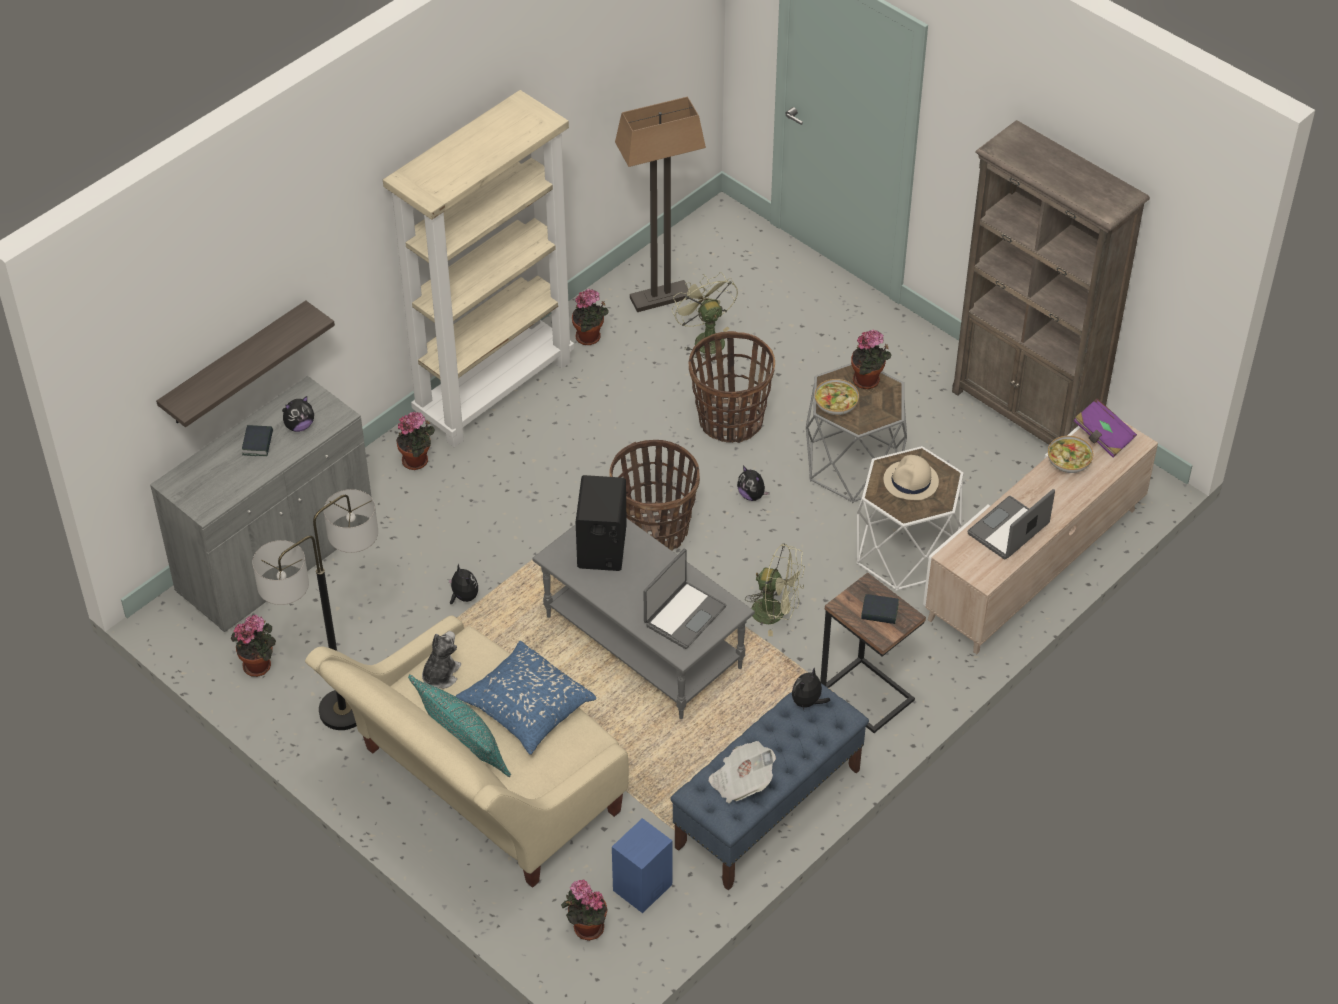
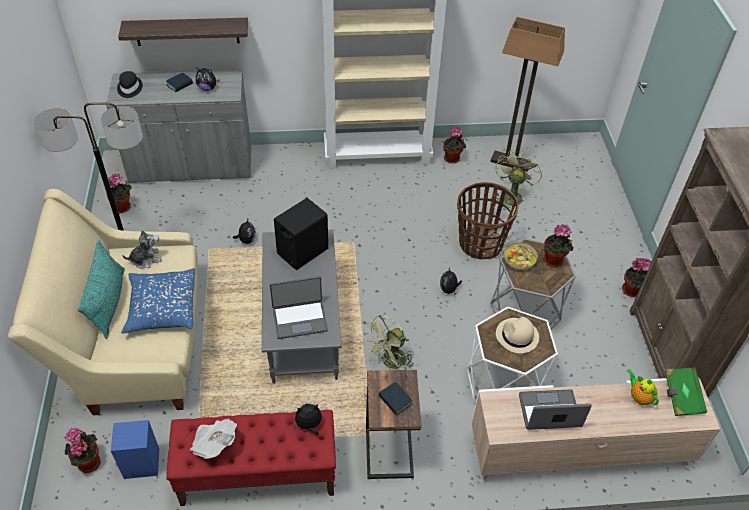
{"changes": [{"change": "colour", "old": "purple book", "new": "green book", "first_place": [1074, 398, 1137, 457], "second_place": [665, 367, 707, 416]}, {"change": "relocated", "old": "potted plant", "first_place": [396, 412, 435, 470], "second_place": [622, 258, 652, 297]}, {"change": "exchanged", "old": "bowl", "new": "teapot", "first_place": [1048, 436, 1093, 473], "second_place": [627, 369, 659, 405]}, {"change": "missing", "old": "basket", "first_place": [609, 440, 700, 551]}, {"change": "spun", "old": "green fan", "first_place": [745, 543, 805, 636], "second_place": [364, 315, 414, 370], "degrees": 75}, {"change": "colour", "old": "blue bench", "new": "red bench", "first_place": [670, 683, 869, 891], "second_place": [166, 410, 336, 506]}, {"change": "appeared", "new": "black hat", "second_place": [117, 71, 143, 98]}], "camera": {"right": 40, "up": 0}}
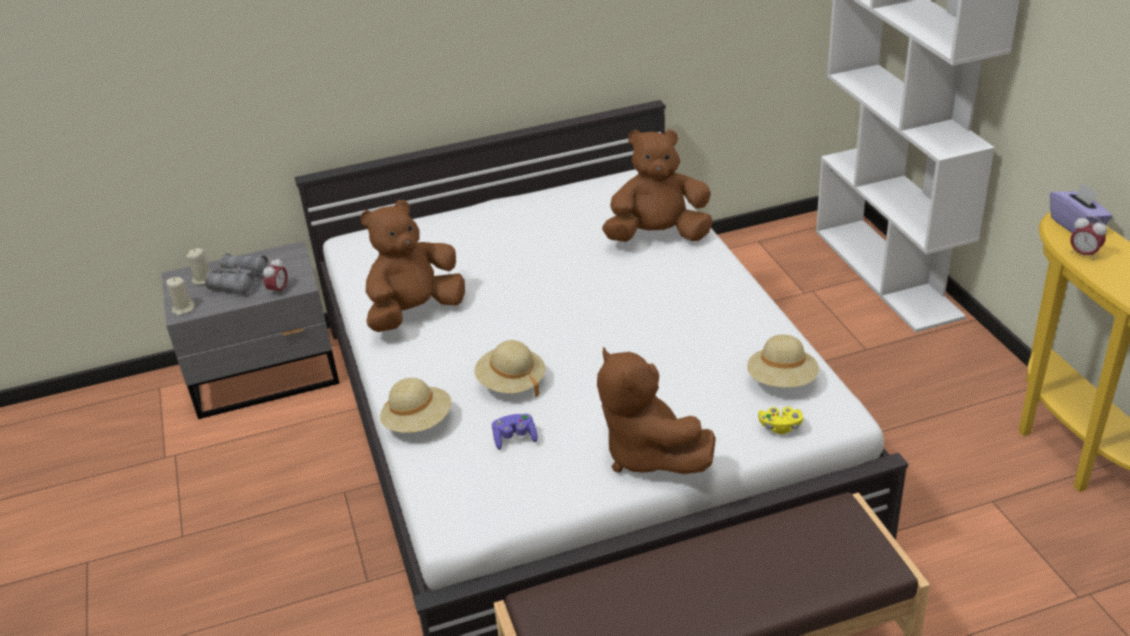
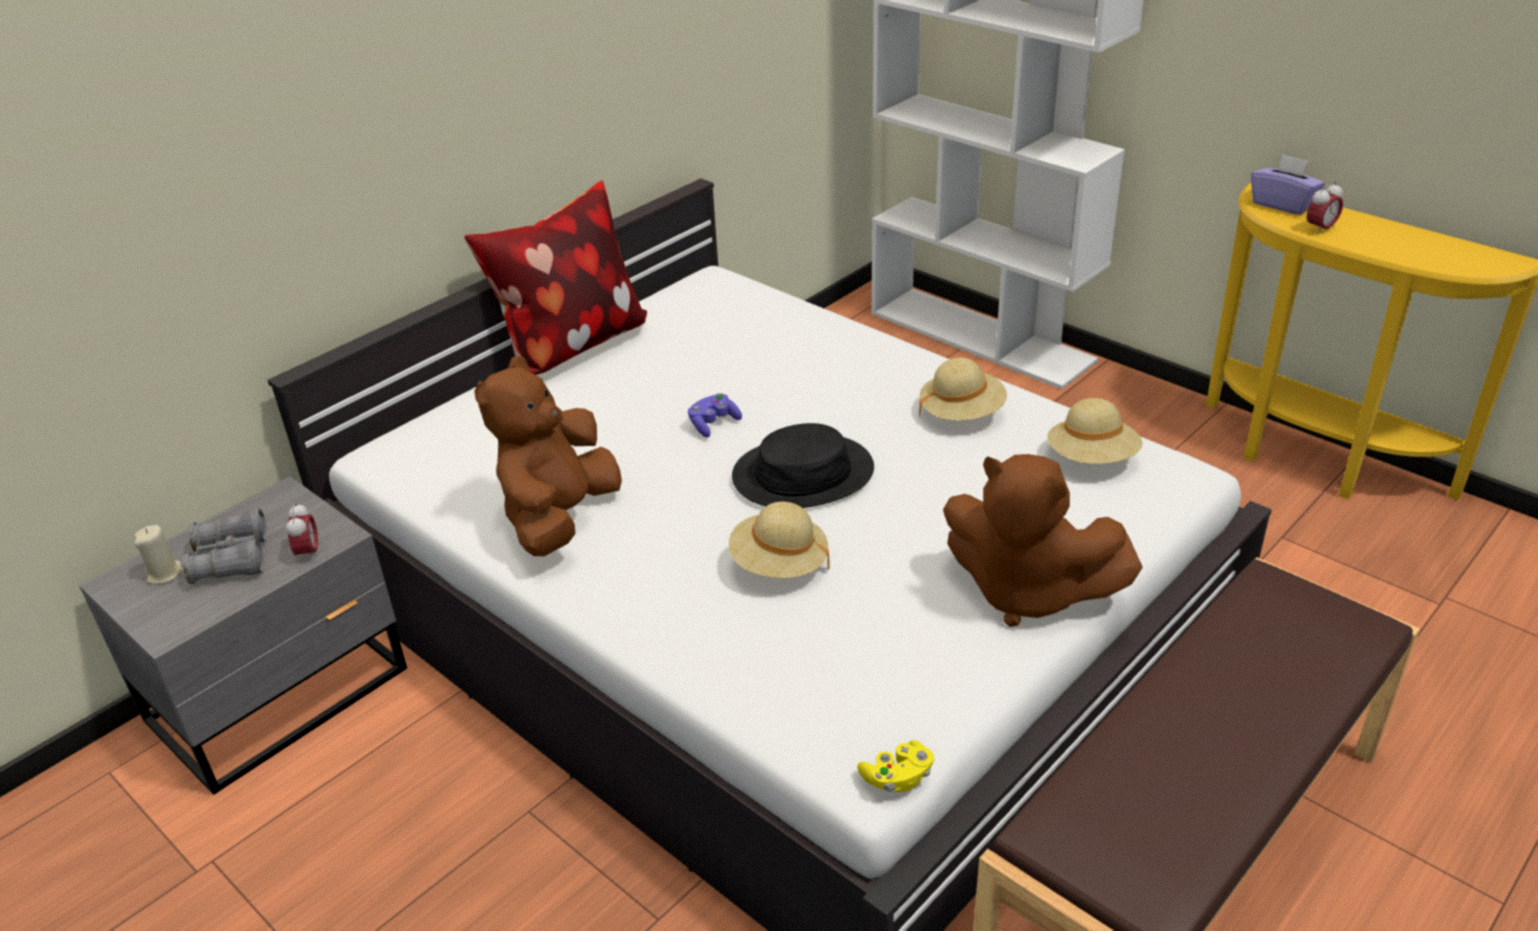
{"changes": [{"change": "missing", "old": "brown plush toy", "first_place": [602, 129, 713, 242]}, {"change": "spun", "old": "alarm clock", "first_place": [1070, 215, 1107, 260], "second_place": [1307, 181, 1343, 235], "degrees": -45}, {"change": "missing", "old": "beige candle", "first_place": [166, 277, 195, 316]}, {"change": "relocated", "old": "beige hat", "first_place": [380, 378, 451, 433], "second_place": [919, 358, 1007, 421]}, {"change": "relocated", "old": "yellow game controller", "first_place": [758, 407, 803, 434], "second_place": [857, 740, 934, 792]}, {"change": "relocated", "old": "purple game controller", "first_place": [492, 414, 538, 450], "second_place": [688, 393, 742, 437]}, {"change": "appeared", "new": "pillow", "second_place": [464, 181, 647, 375]}, {"change": "appeared", "new": "black hat", "second_place": [732, 423, 874, 508]}], "camera": {"right": -30, "up": 0}}
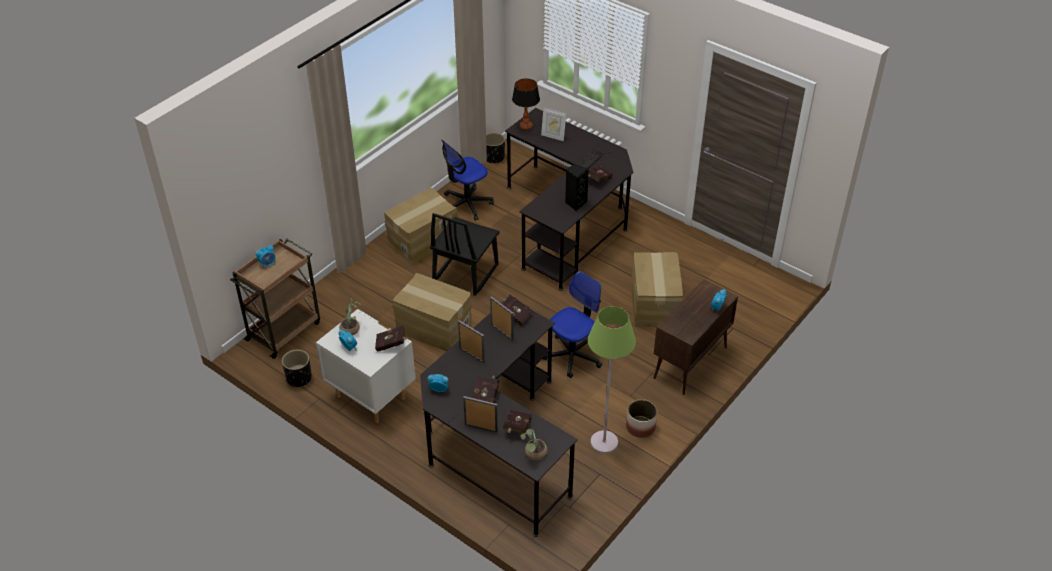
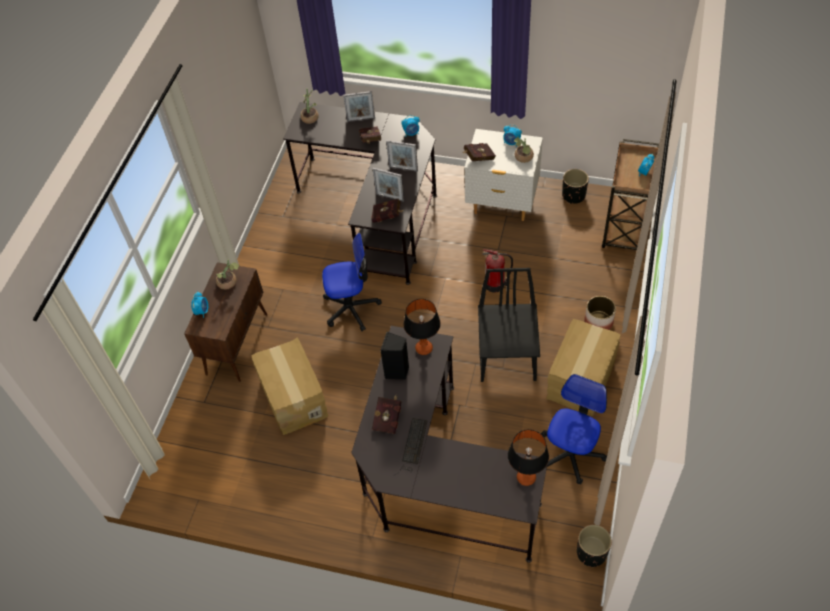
{"changes": [{"change": "missing", "old": "picture frame", "first_place": [541, 108, 566, 141]}, {"change": "spun", "old": "office chair", "first_place": [543, 271, 602, 378], "second_place": [322, 233, 382, 331], "degrees": -120}, {"change": "exchanged", "old": "cardboard box", "new": "fire extinguisher", "first_place": [392, 273, 472, 351], "second_place": [482, 249, 513, 293]}, {"change": "missing", "old": "green floor lamp", "first_place": [588, 306, 636, 454]}, {"change": "relocated", "old": "planter", "first_place": [626, 399, 657, 438], "second_place": [584, 296, 616, 330]}, {"change": "missing", "old": "red book", "first_place": [503, 410, 532, 434]}, {"change": "appeared", "new": "potted plant", "second_place": [216, 259, 240, 290]}, {"change": "appeared", "new": "table lamp", "second_place": [404, 299, 441, 355]}], "camera": {"right": 160, "up": 10}}
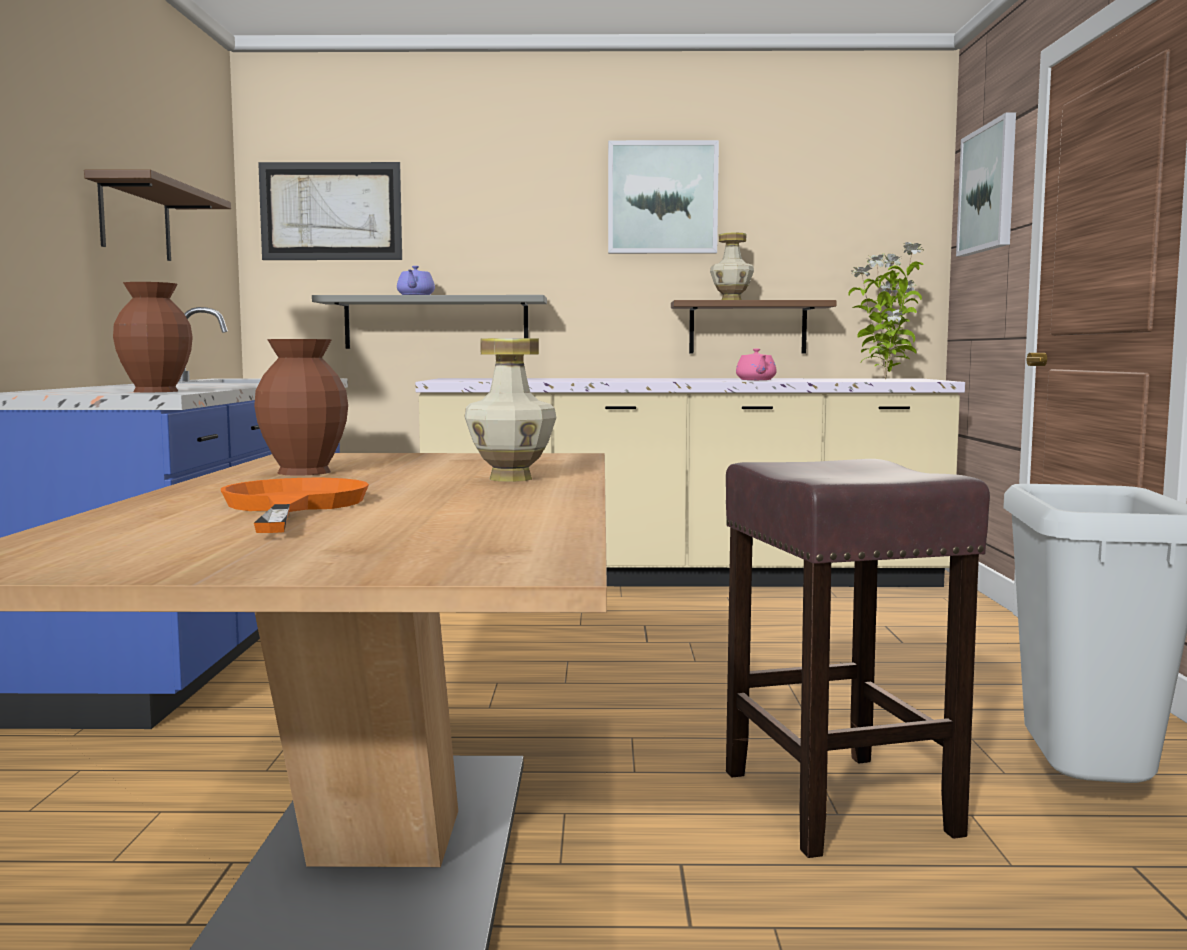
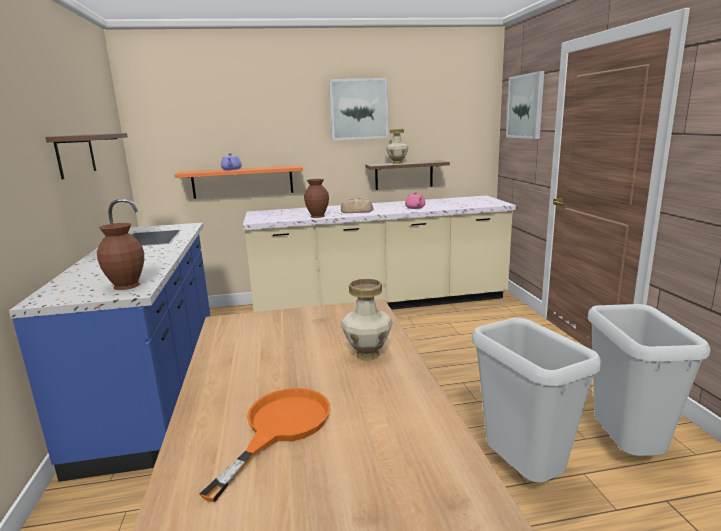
{"changes": [{"change": "missing", "old": "picture", "first_place": [258, 162, 402, 260]}, {"change": "missing", "old": "potted plant", "first_place": [848, 242, 923, 379]}, {"change": "colour", "old": "grey shelf", "new": "orange shelf", "first_place": [312, 295, 547, 349], "second_place": [174, 165, 303, 199]}, {"change": "relocated", "old": "brown vase", "first_place": [254, 339, 348, 476], "second_place": [304, 179, 329, 218]}, {"change": "exchanged", "old": "brown stool", "new": "grey trash can", "first_place": [726, 459, 990, 858], "second_place": [472, 318, 602, 483]}, {"change": "spun", "old": "orange frying pan", "first_place": [221, 478, 369, 533], "second_place": [199, 388, 330, 502], "degrees": 45}, {"change": "appeared", "new": "bread", "second_place": [341, 197, 373, 213]}], "camera": {"right": -10, "up": 10}}
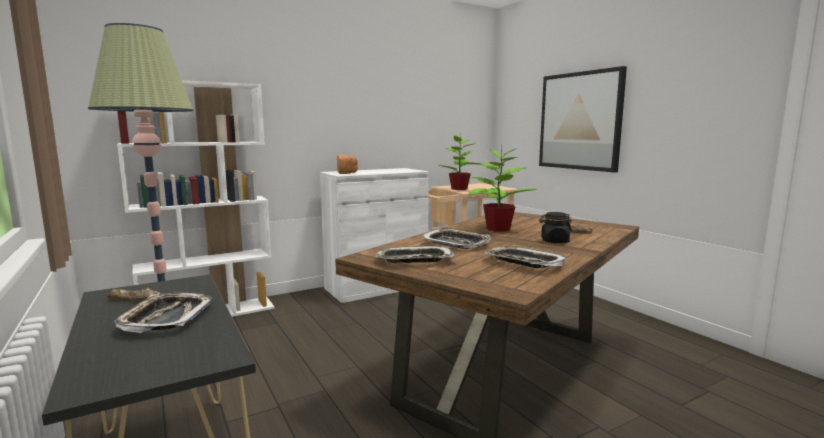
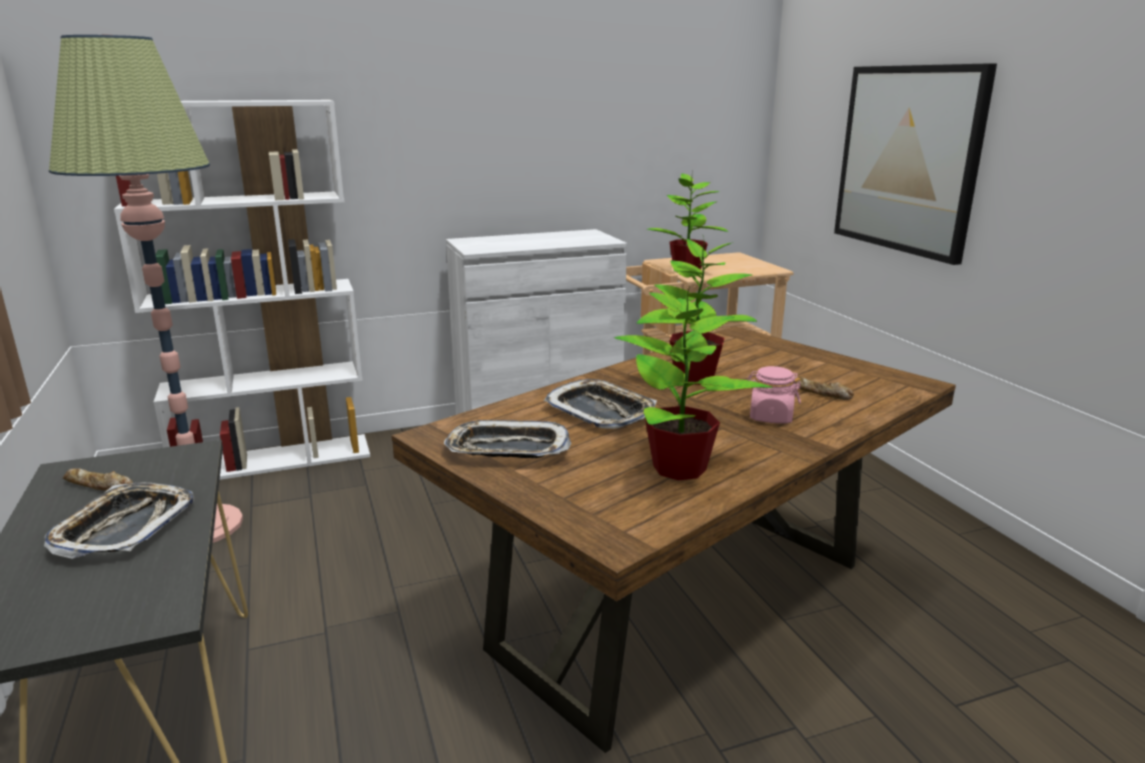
{"changes": [{"change": "missing", "old": "bread", "first_place": [337, 155, 358, 174]}, {"change": "colour", "old": "black jar", "new": "pink jar", "first_place": [539, 212, 572, 243], "second_place": [747, 366, 801, 423]}, {"change": "exchanged", "old": "tray", "new": "potted plant", "first_place": [485, 246, 566, 268], "second_place": [614, 287, 773, 480]}], "camera": {"right": 10, "up": 10}}
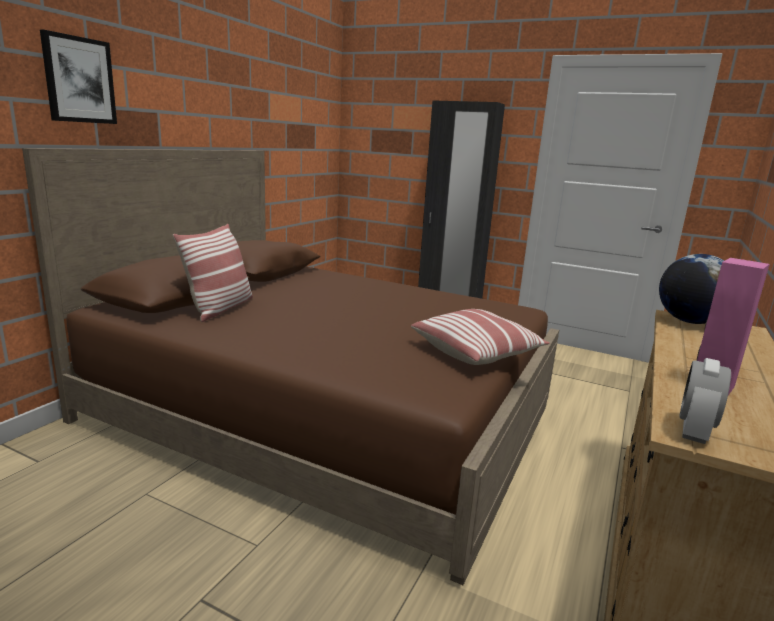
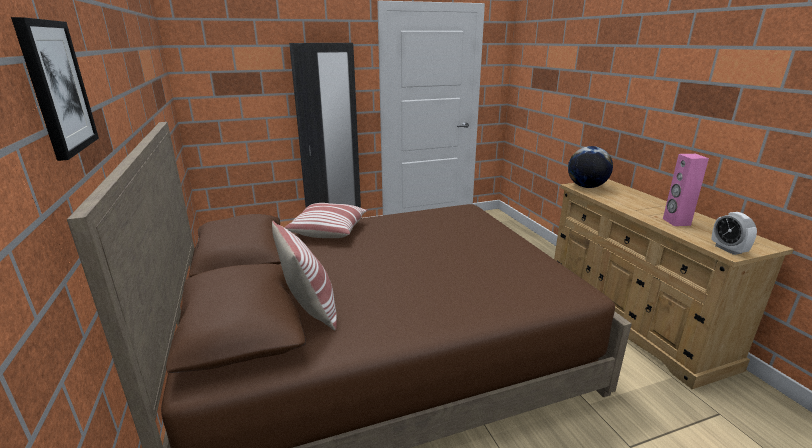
{"changes": [{"change": "relocated", "old": "pillow", "first_place": [411, 309, 550, 365], "second_place": [284, 203, 368, 238]}], "camera": {"right": -45, "up": 5}}
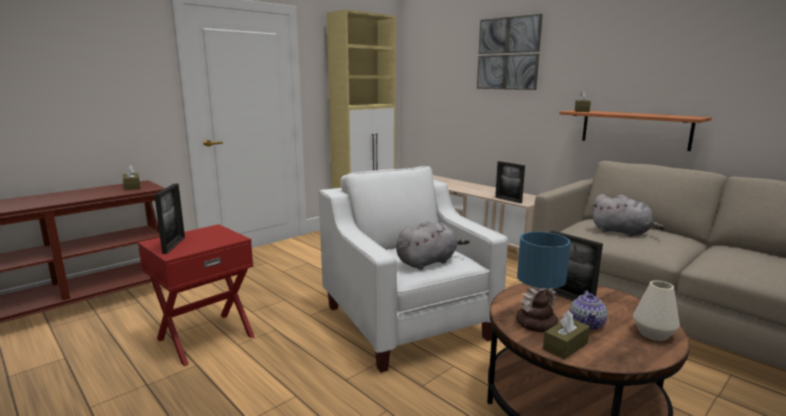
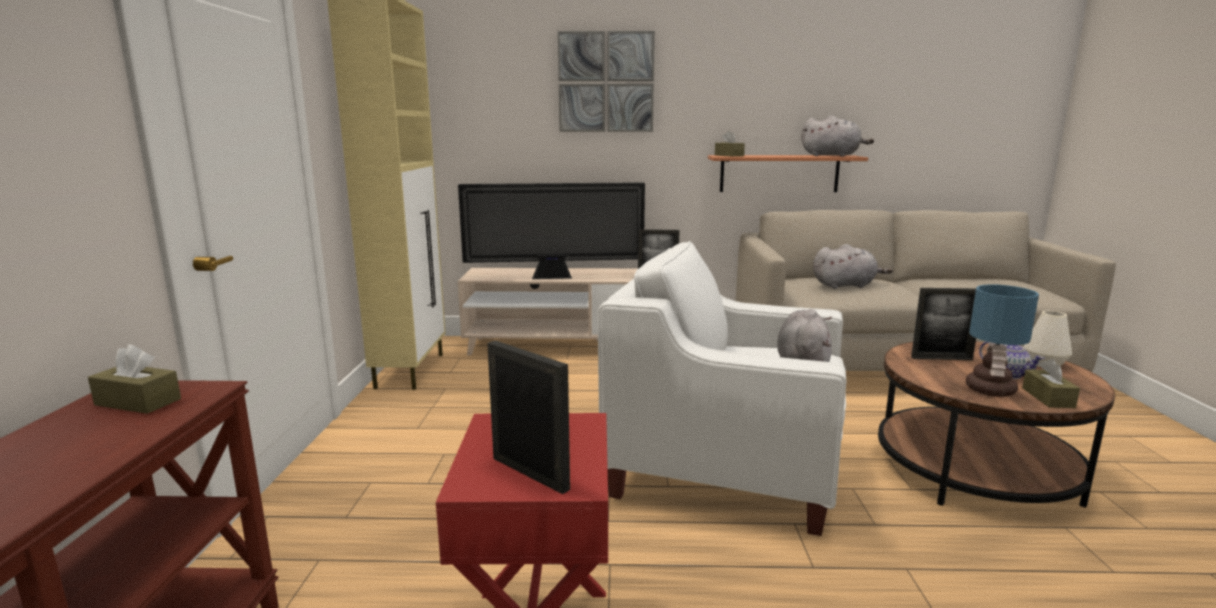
{"changes": [{"change": "appeared", "new": "grey plush toy", "second_place": [801, 115, 874, 156]}, {"change": "appeared", "new": "television", "second_place": [458, 182, 645, 279]}], "camera": {"right": -45, "up": 0}}
